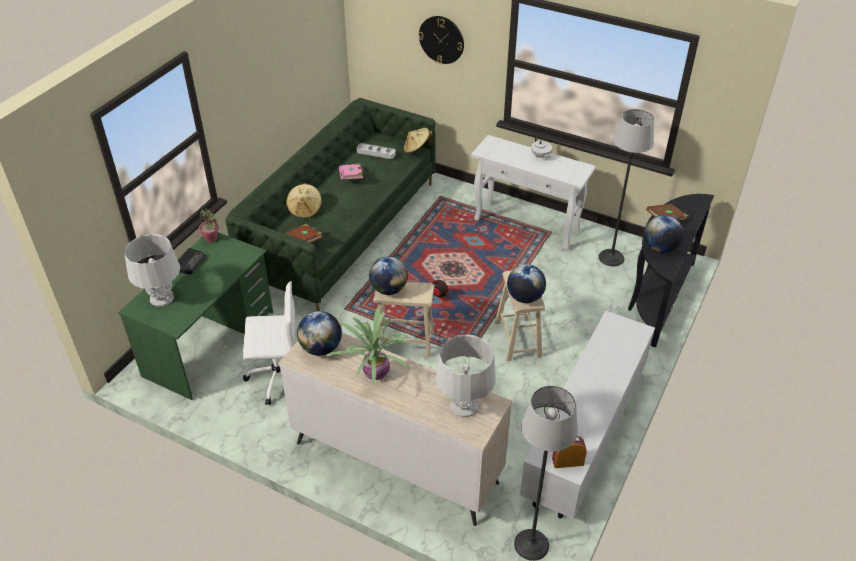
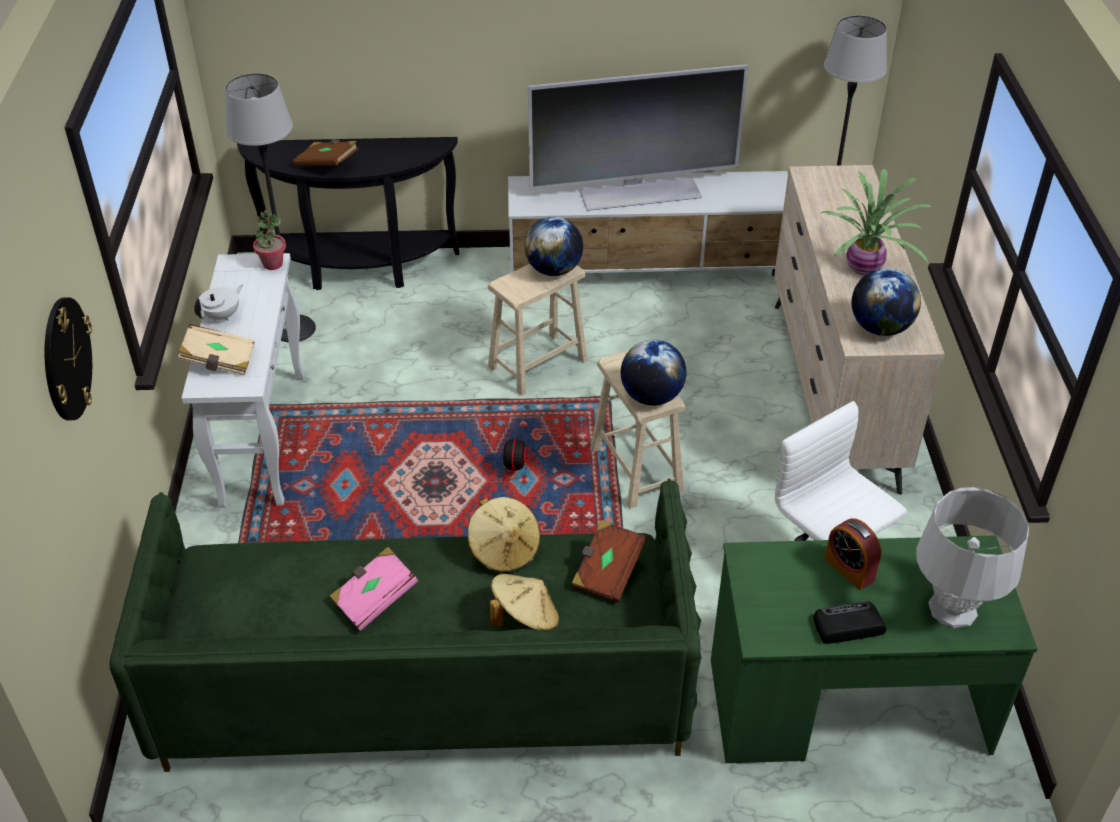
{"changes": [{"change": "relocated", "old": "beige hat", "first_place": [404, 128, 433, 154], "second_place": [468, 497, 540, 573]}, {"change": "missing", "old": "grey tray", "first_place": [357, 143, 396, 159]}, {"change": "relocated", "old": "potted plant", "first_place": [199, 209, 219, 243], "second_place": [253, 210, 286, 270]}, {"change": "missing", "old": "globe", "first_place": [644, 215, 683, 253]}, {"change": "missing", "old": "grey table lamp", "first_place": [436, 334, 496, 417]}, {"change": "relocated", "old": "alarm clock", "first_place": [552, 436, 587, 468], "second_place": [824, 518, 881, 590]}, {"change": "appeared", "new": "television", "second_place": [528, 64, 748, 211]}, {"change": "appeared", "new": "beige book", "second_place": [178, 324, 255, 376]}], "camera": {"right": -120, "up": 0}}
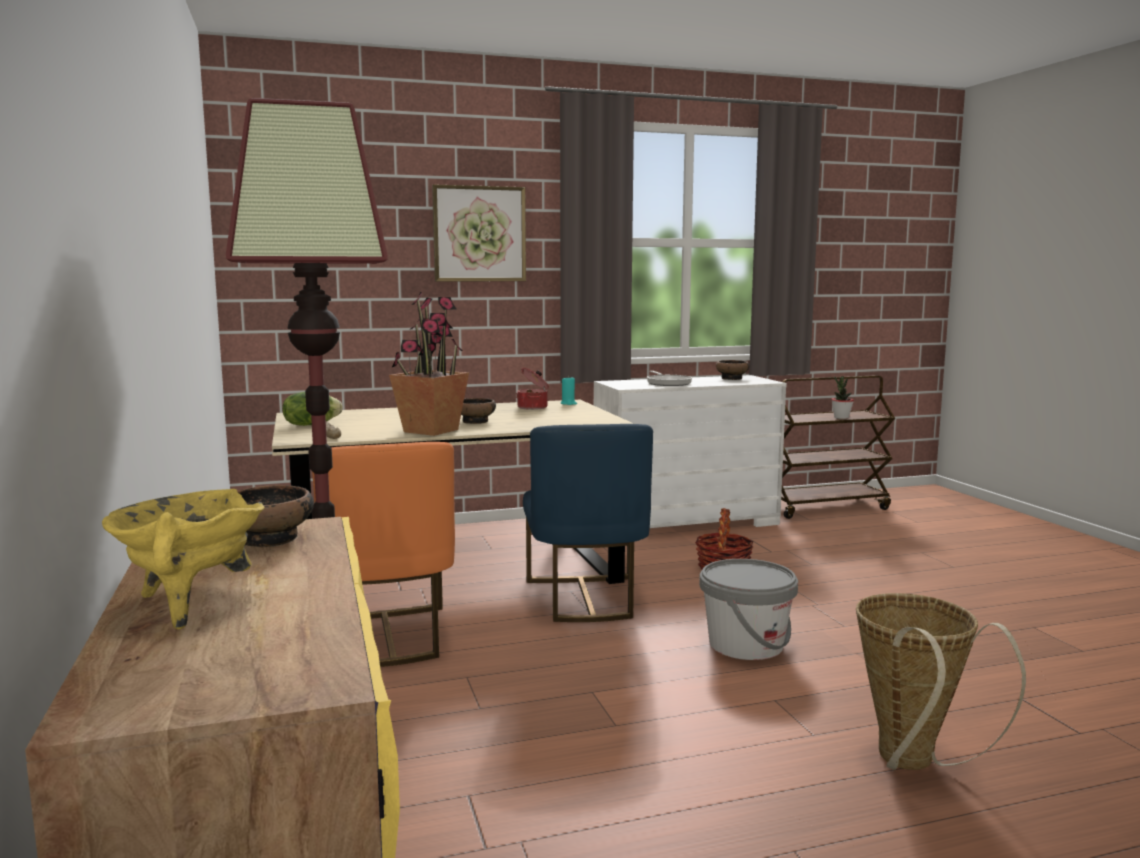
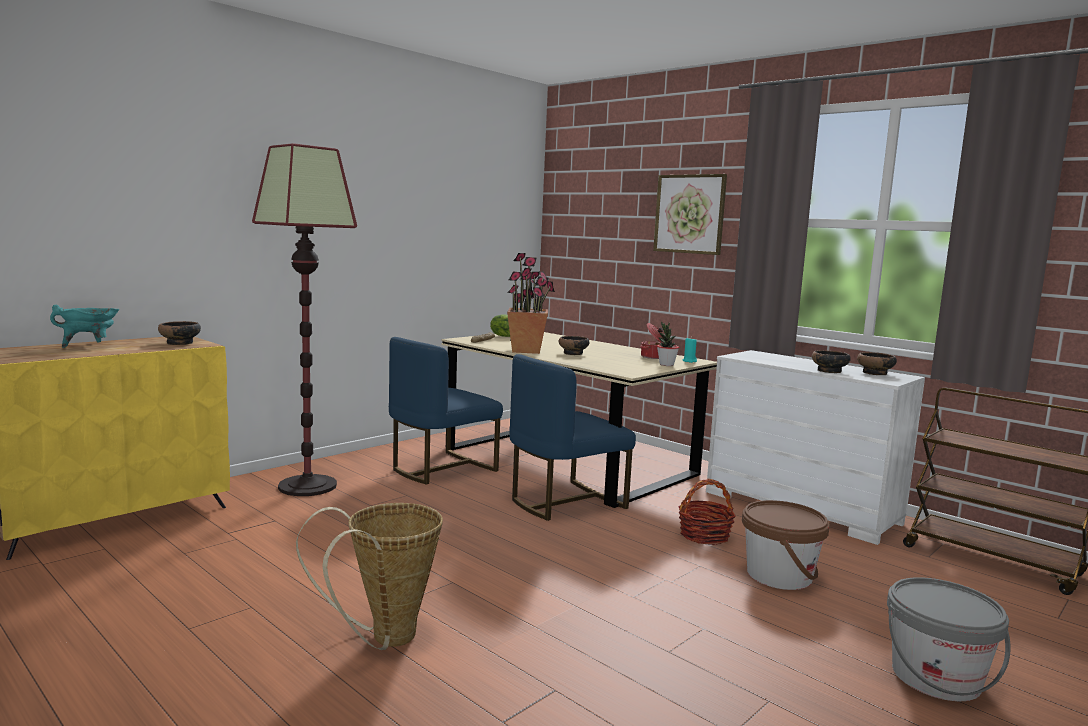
{"changes": [{"change": "missing", "old": "frying pan", "first_place": [647, 371, 692, 386]}, {"change": "relocated", "old": "potted plant", "first_place": [831, 376, 854, 419], "second_place": [657, 322, 679, 366]}, {"change": "colour", "old": "orange chair", "new": "blue chair", "first_place": [312, 442, 455, 667], "second_place": [389, 337, 503, 485]}, {"change": "colour", "old": "yellow cooking pot", "new": "turquoise cooking pot", "first_place": [102, 489, 265, 629], "second_place": [50, 305, 119, 348]}, {"change": "relocated", "old": "grey bucket", "first_place": [699, 559, 798, 660], "second_place": [887, 577, 1011, 701]}, {"change": "appeared", "new": "bowl", "second_place": [812, 350, 851, 373]}, {"change": "appeared", "new": "brown bucket", "second_place": [742, 500, 830, 590]}], "camera": {"right": 60, "up": 0}}
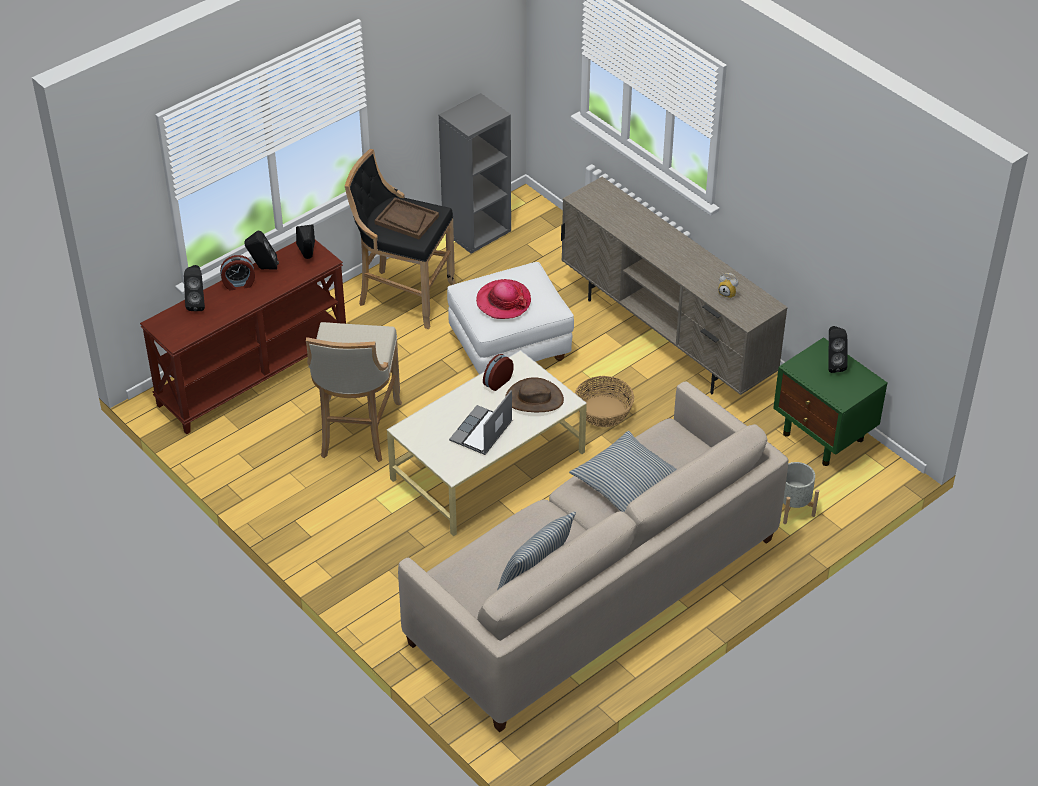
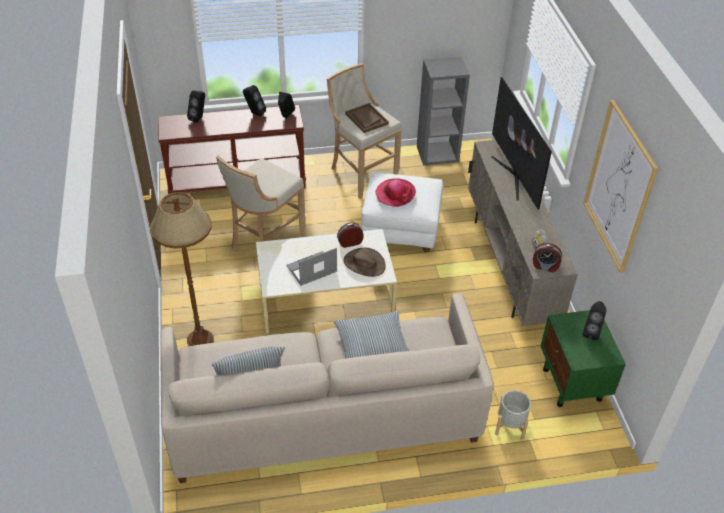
{"changes": [{"change": "colour", "old": "black stool", "new": "beige stool", "first_place": [345, 149, 456, 329], "second_place": [327, 63, 402, 199]}, {"change": "relocated", "old": "alarm clock", "first_place": [220, 255, 255, 291], "second_place": [533, 243, 562, 272]}, {"change": "missing", "old": "basket", "first_place": [575, 376, 634, 427]}, {"change": "appeared", "new": "television", "second_place": [491, 77, 552, 210]}, {"change": "appeared", "new": "picture", "second_place": [583, 100, 658, 273]}, {"change": "appeared", "new": "brown floor lamp", "second_place": [150, 192, 214, 346]}], "camera": {"right": 30, "up": 0}}
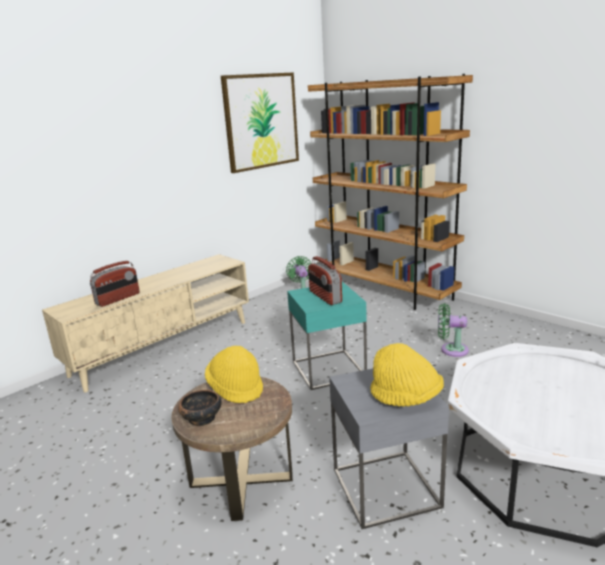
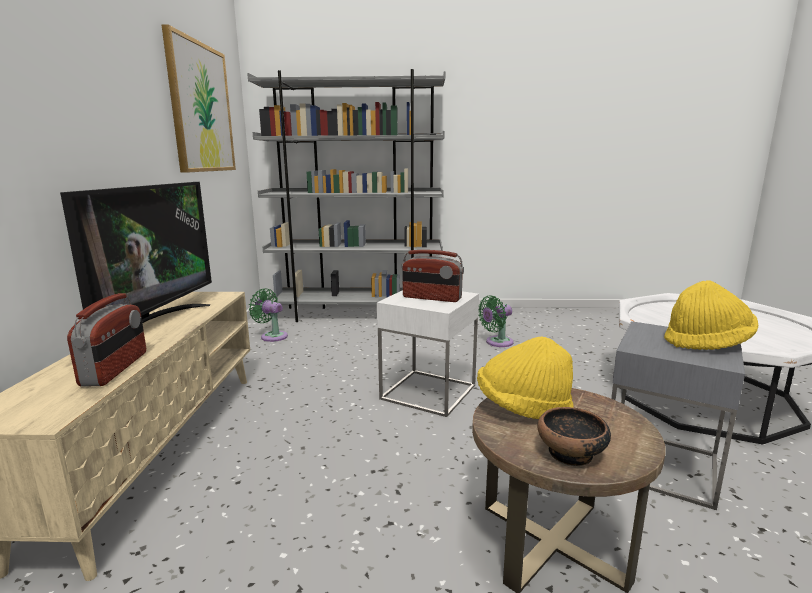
{"changes": [{"change": "colour", "old": "brown bookcase", "new": "grey bookcase", "first_place": [308, 74, 473, 310], "second_place": [247, 69, 445, 322]}, {"change": "colour", "old": "turquoise side table", "new": "white side table", "first_place": [287, 282, 367, 390], "second_place": [377, 290, 479, 417]}, {"change": "appeared", "new": "television", "second_place": [60, 182, 212, 323]}], "camera": {"right": -45, "up": -5}}
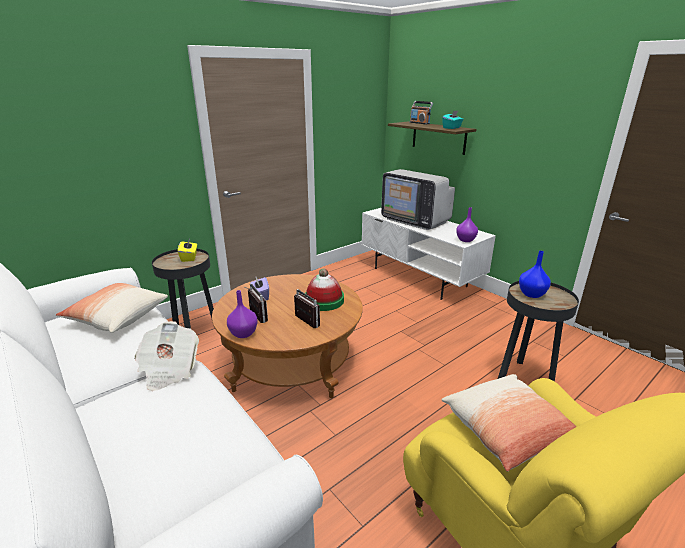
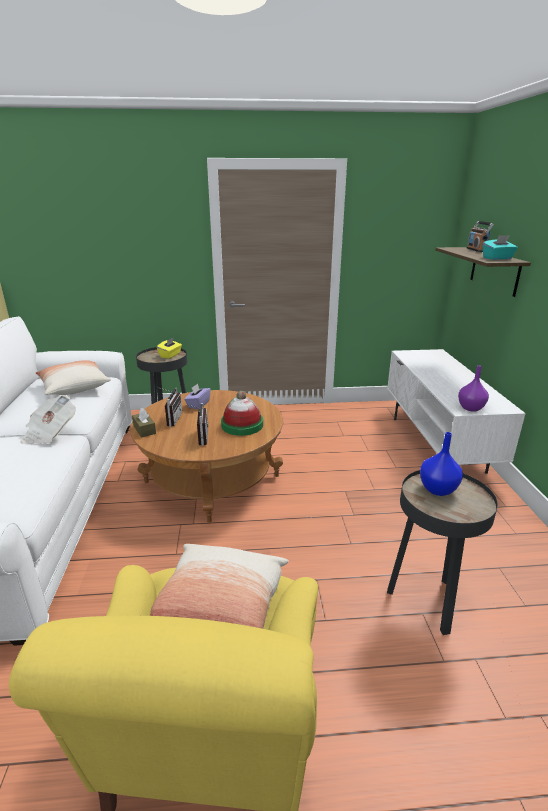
{"changes": [{"change": "missing", "old": "television", "first_place": [381, 169, 455, 230]}, {"change": "exchanged", "old": "purple vase", "new": "brown tissue box", "first_place": [227, 290, 258, 338], "second_place": [132, 408, 156, 437]}], "camera": {"right": 35, "up": 0}}
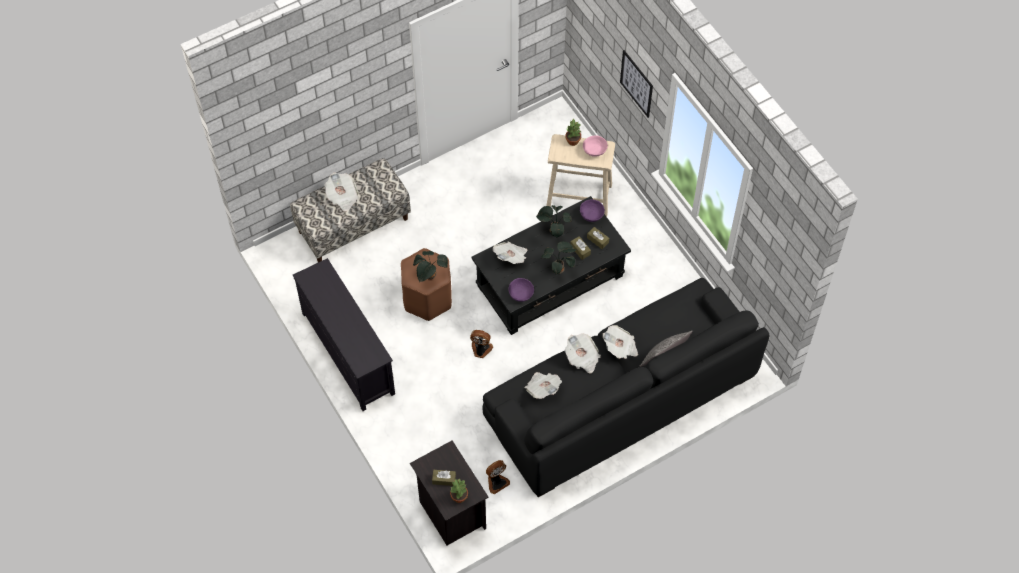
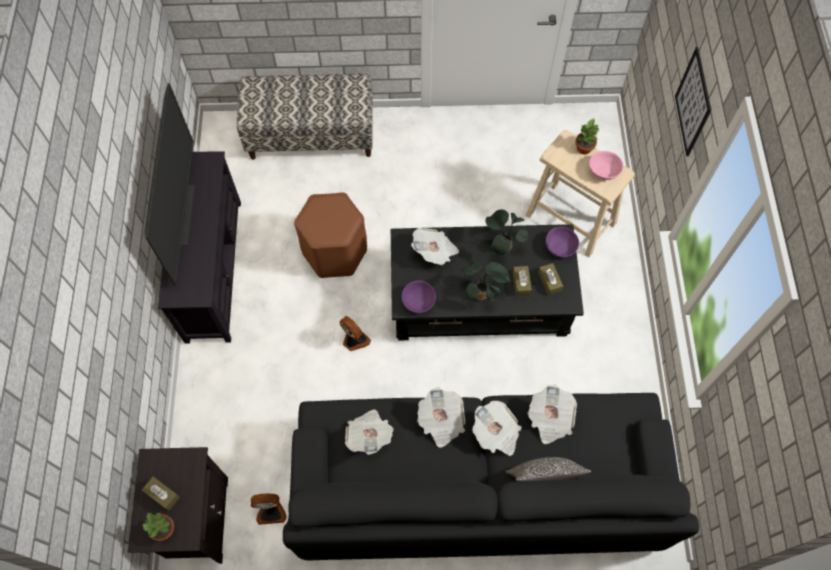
{"changes": [{"change": "relocated", "old": "newspaper", "first_place": [324, 172, 359, 212], "second_place": [528, 384, 577, 444]}, {"change": "missing", "old": "potted plant", "first_place": [413, 251, 448, 283]}, {"change": "appeared", "new": "television", "second_place": [145, 83, 195, 285]}], "camera": {"right": 30, "up": 5}}
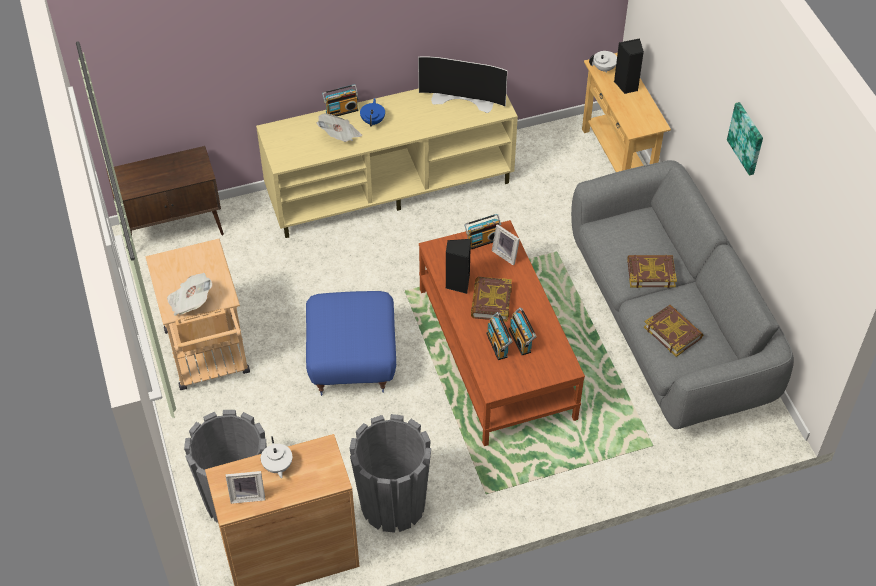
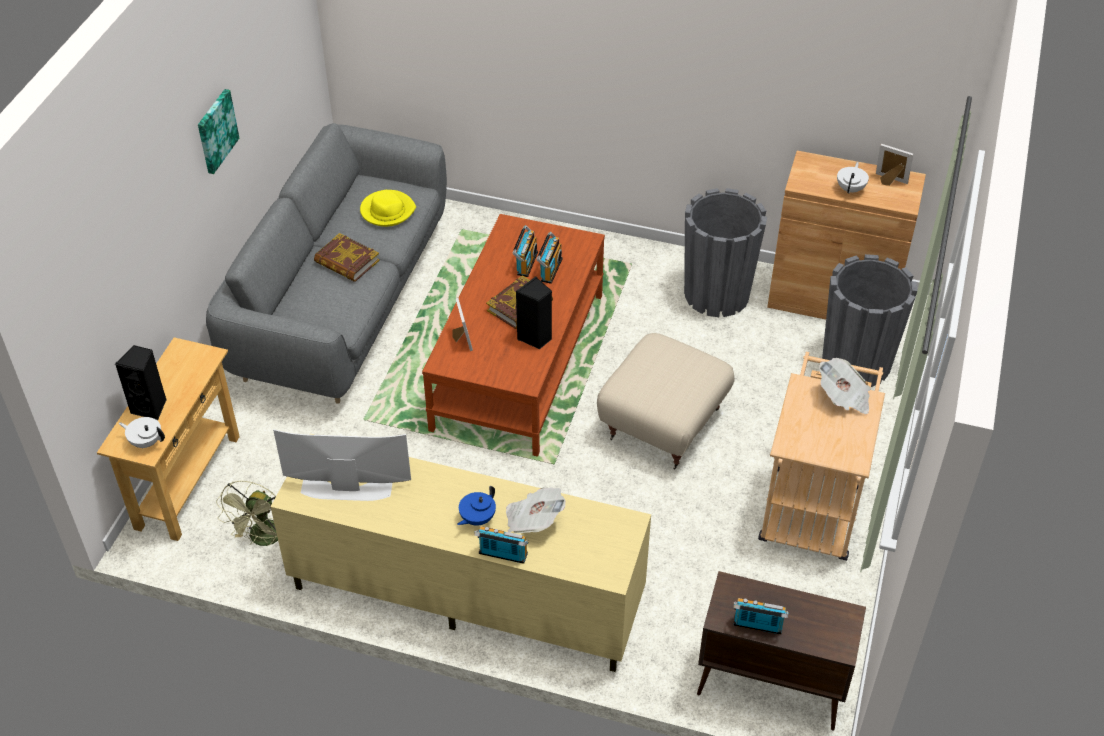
{"changes": [{"change": "spun", "old": "television", "first_place": [418, 57, 508, 113], "second_place": [273, 429, 411, 501], "degrees": -45}, {"change": "relocated", "old": "radio", "first_place": [464, 214, 501, 250], "second_place": [733, 598, 789, 634]}, {"change": "colour", "old": "blue ottoman", "new": "beige ottoman", "first_place": [306, 291, 396, 396], "second_place": [597, 333, 735, 470]}, {"change": "exchanged", "old": "book", "new": "yellow hat", "first_place": [644, 305, 703, 357], "second_place": [360, 190, 416, 227]}, {"change": "appeared", "new": "green fan", "second_place": [216, 481, 278, 546]}], "camera": {"right": -145, "up": -5}}
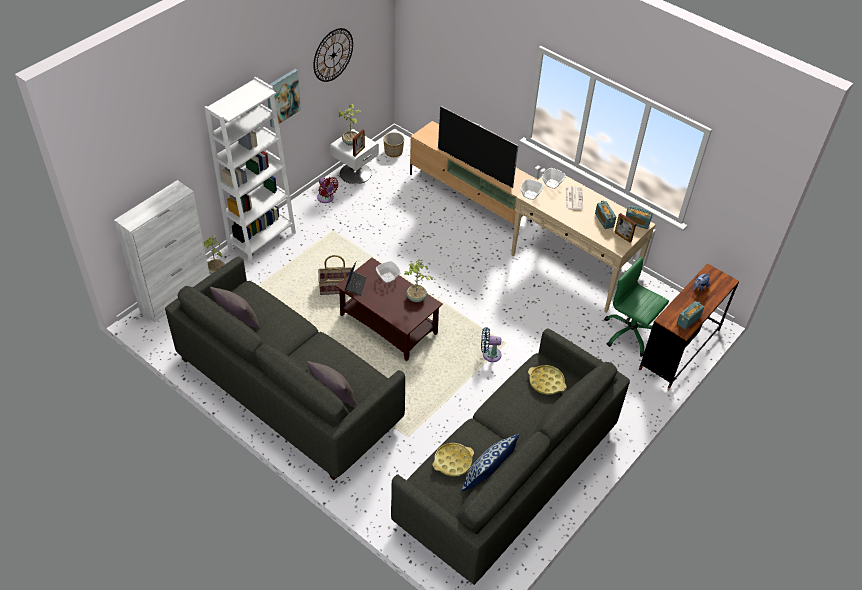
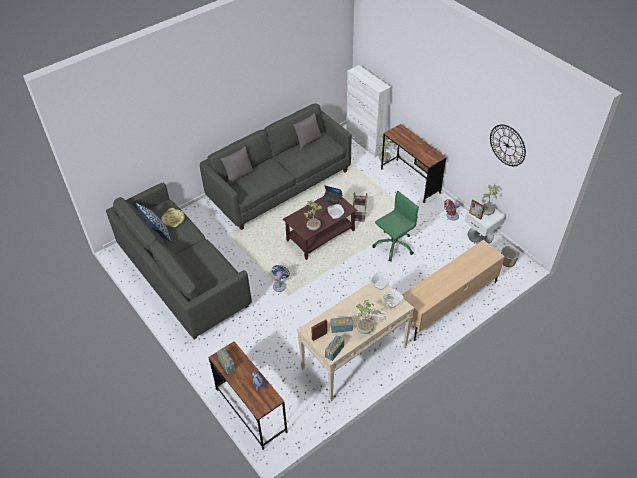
{"changes": [{"change": "missing", "old": "picture", "first_place": [268, 69, 301, 128]}, {"change": "exchanged", "old": "white bookcase", "new": "brown desk", "first_place": [205, 77, 296, 265], "second_place": [381, 124, 446, 203]}, {"change": "missing", "old": "television", "first_place": [438, 106, 519, 188]}, {"change": "relocated", "old": "green office chair", "first_place": [604, 257, 669, 357], "second_place": [372, 191, 419, 261]}, {"change": "missing", "old": "yellow tray", "first_place": [528, 365, 566, 395]}, {"change": "appeared", "new": "potted plant", "second_place": [356, 300, 381, 334]}], "camera": {"right": 105, "up": 0}}
